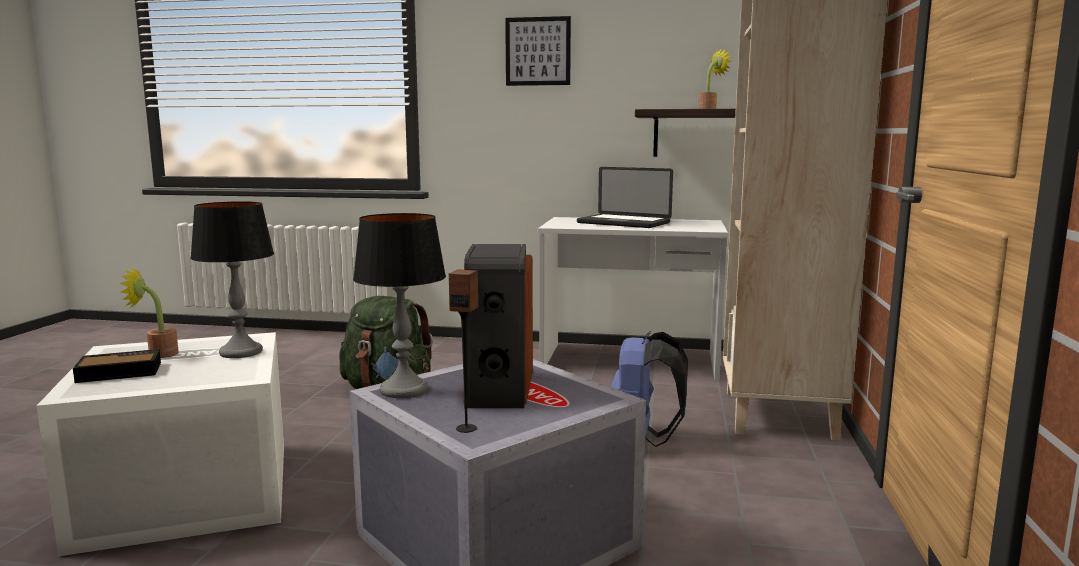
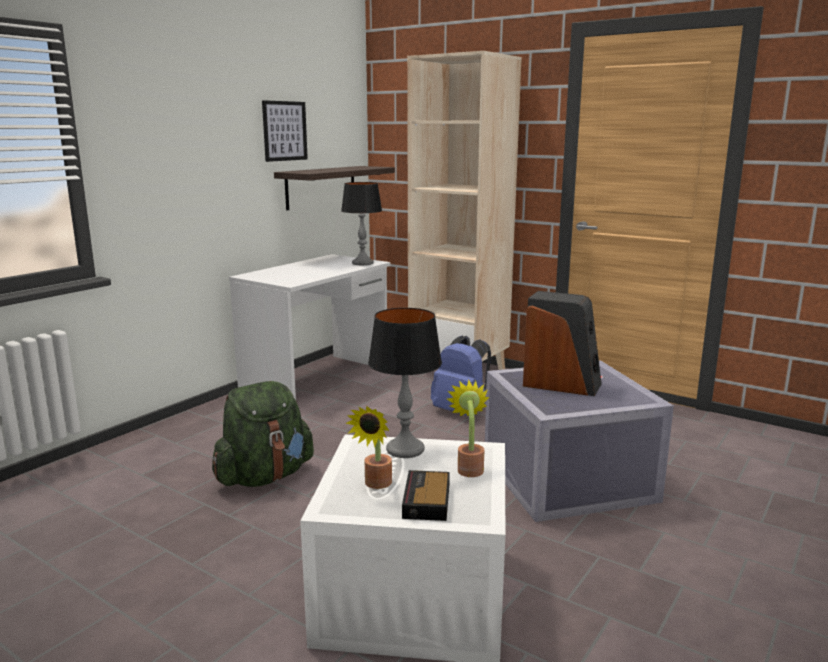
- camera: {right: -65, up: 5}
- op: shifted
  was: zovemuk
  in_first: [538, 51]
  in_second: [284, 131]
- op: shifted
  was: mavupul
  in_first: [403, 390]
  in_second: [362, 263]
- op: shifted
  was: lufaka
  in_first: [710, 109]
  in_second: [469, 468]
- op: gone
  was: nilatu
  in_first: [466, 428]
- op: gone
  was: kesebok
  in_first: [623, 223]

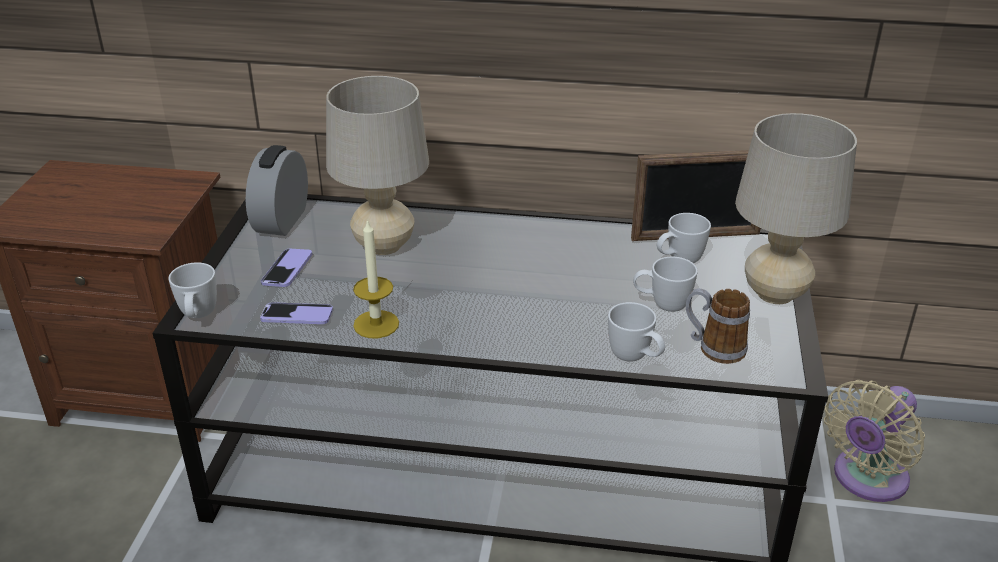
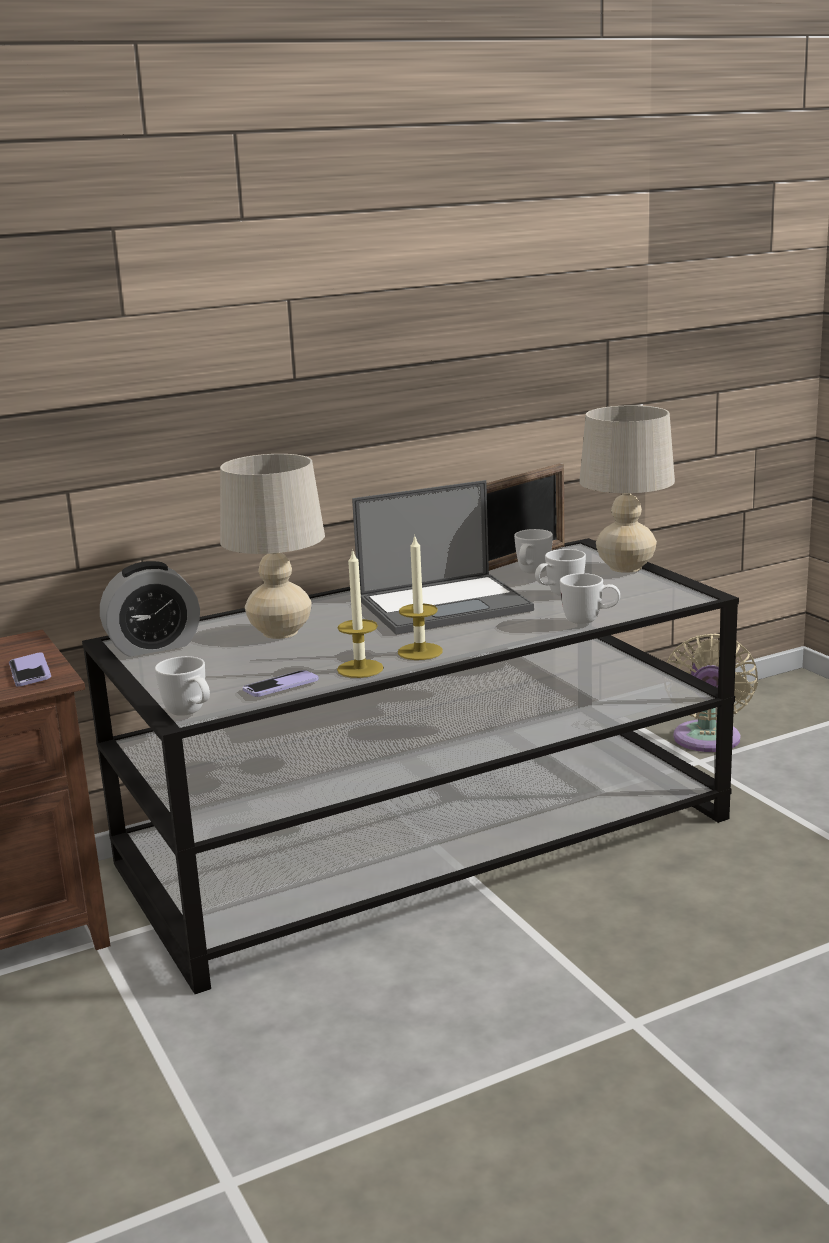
- camera: {right: -35, up: -15}
- op: shifted
  was: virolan
  in_first: [287, 269]
  in_second: [30, 672]
- op: rotated
  was: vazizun
  in_first: [281, 220]
  in_second: [154, 646]
  clockwise: -90
- op: new
  now: kesebok
  in_second: [446, 604]
- op: new
  now: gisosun
  in_second: [420, 651]
- op: gone
  was: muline
  in_first: [713, 347]

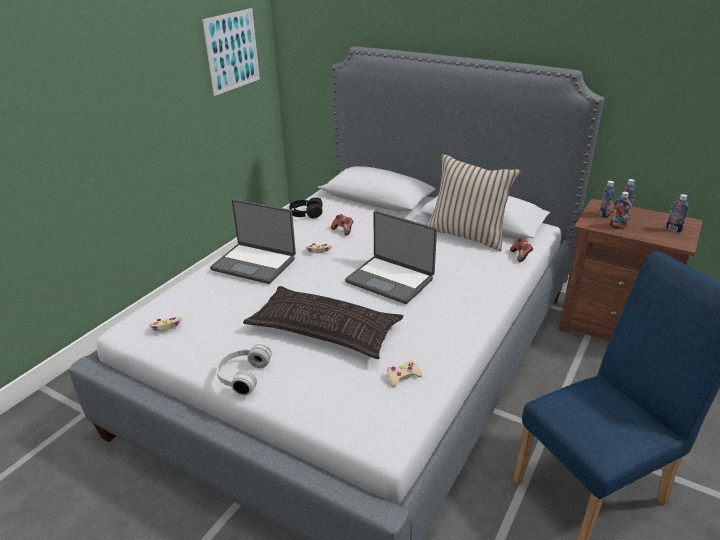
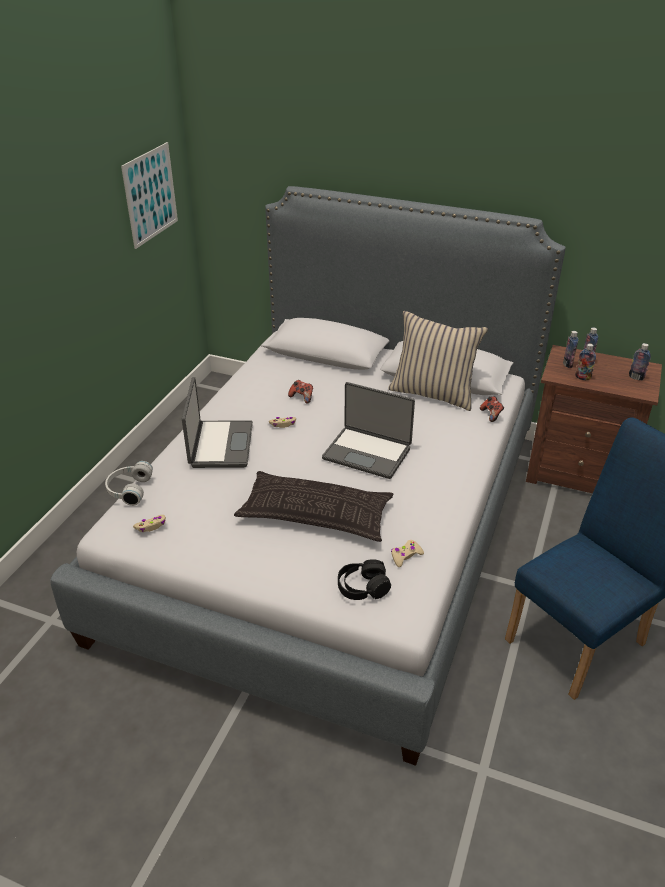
- camera: {right: -10, up: 5}
- op: shifted
  was: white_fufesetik
  in_first: [242, 375]
  in_second: [128, 489]
- op: rotated
  was: kesebok
  in_first: [255, 263]
  in_second: [220, 445]
  clockwise: -105
- op: shifted
  was: black_fufesetik
  in_first: [306, 214]
  in_second: [362, 587]

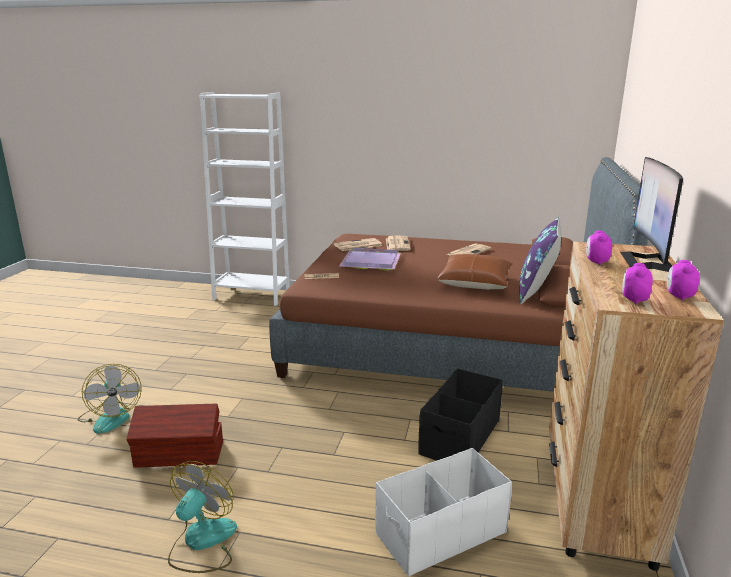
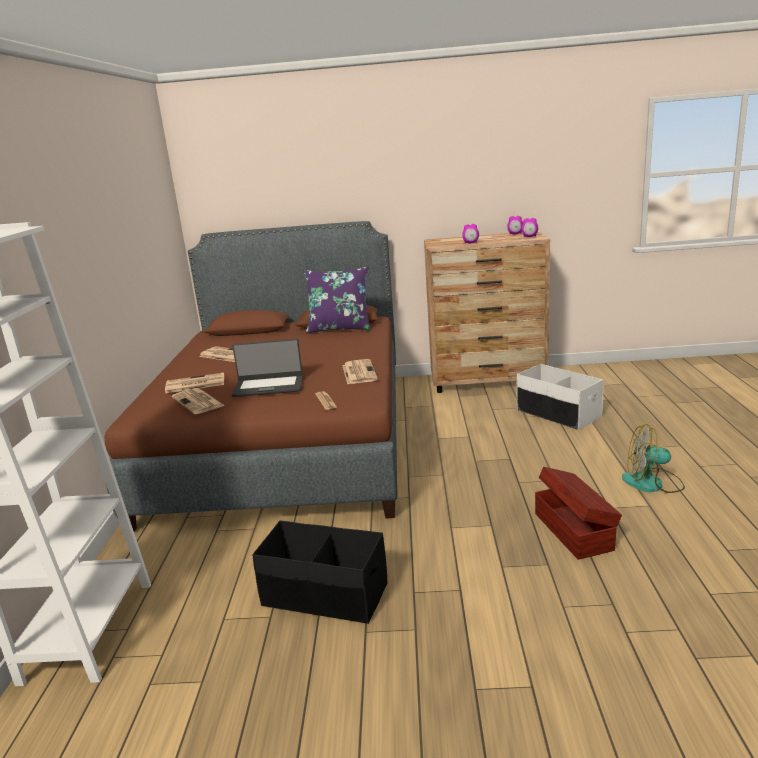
- camera: {right: -100, up: 0}
- op: swapped
  was: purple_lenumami
  now: kesebok
  in_first: [371, 262]
  in_second: [268, 386]
- op: shifted
  was: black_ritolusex
  in_first: [459, 437]
  in_second: [325, 595]
- op: new
  now: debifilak
  in_second: [358, 372]
- op: gone
  was: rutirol
  in_first: [111, 417]
- op: gone
  was: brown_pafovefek
  in_first: [475, 282]
- op: gone
  was: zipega
  in_first: [648, 262]

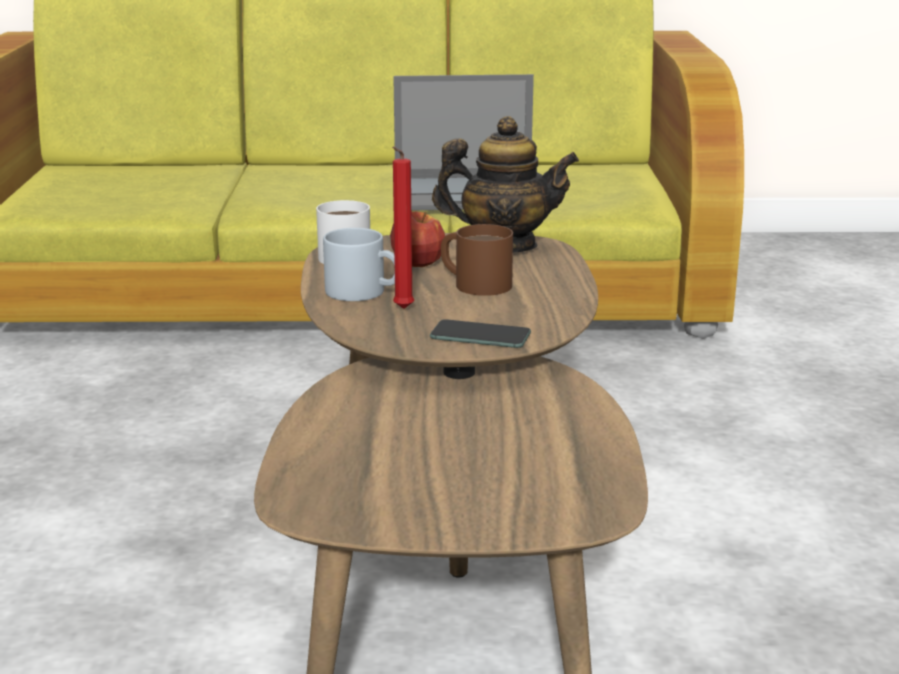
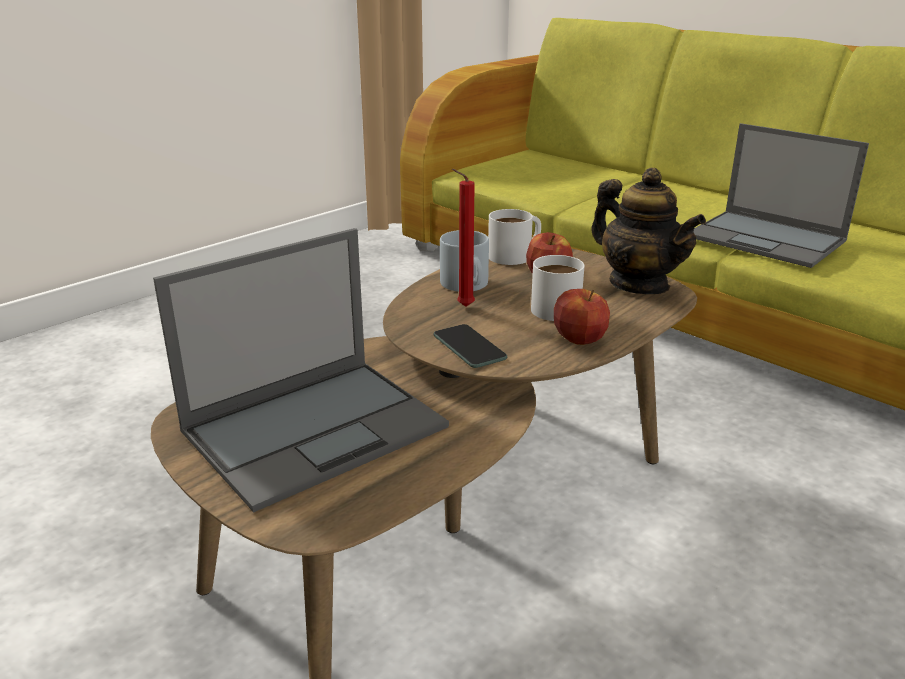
- camera: {right: 45, up: 5}
- op: new
  now: kesebok
  in_second: [317, 428]
- op: repainted
  was: brown_muline
  now: white_muline
  in_first: [474, 283]
  in_second: [553, 305]
- op: new
  now: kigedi
  in_second: [579, 339]

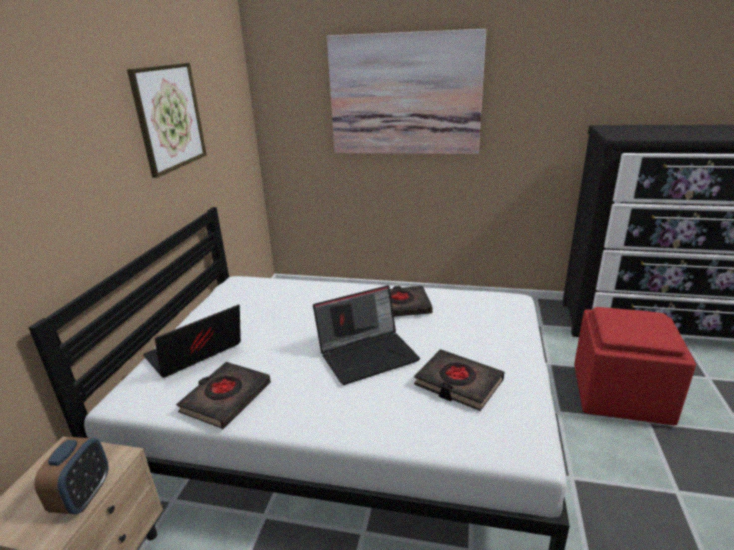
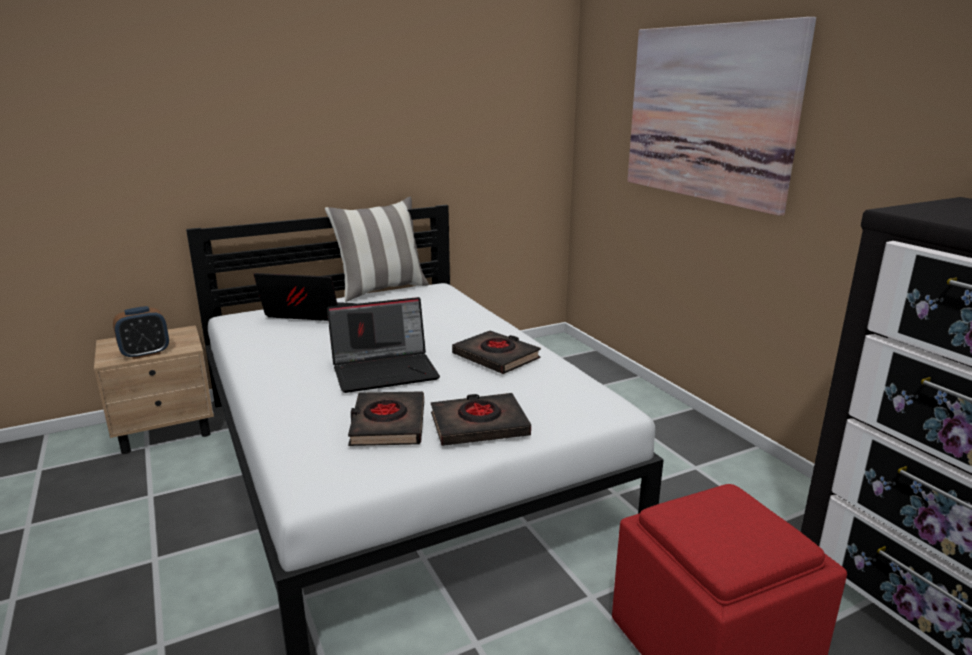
- camera: {right: 50, up: -5}
- op: new
  now: pafovefek
  in_second: [381, 290]
- op: rotated
  was: kesebok
  in_first: [368, 354]
  in_second: [386, 370]
  clockwise: -45
- op: shifted
  was: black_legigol
  in_first: [226, 398]
  in_second: [479, 425]
- op: gone
  was: zovemuk
  in_first: [169, 117]

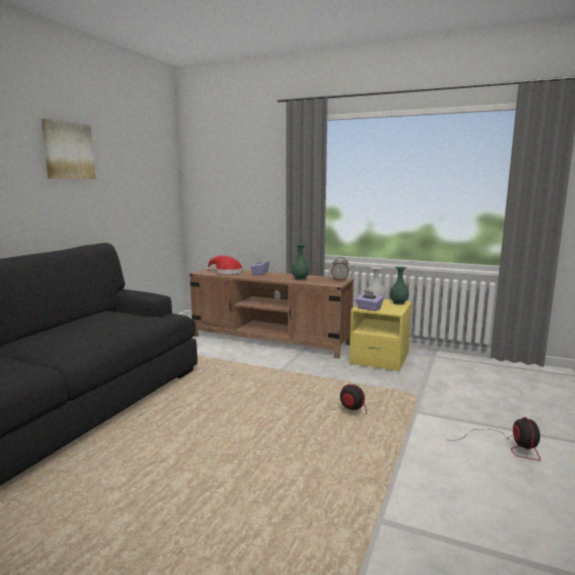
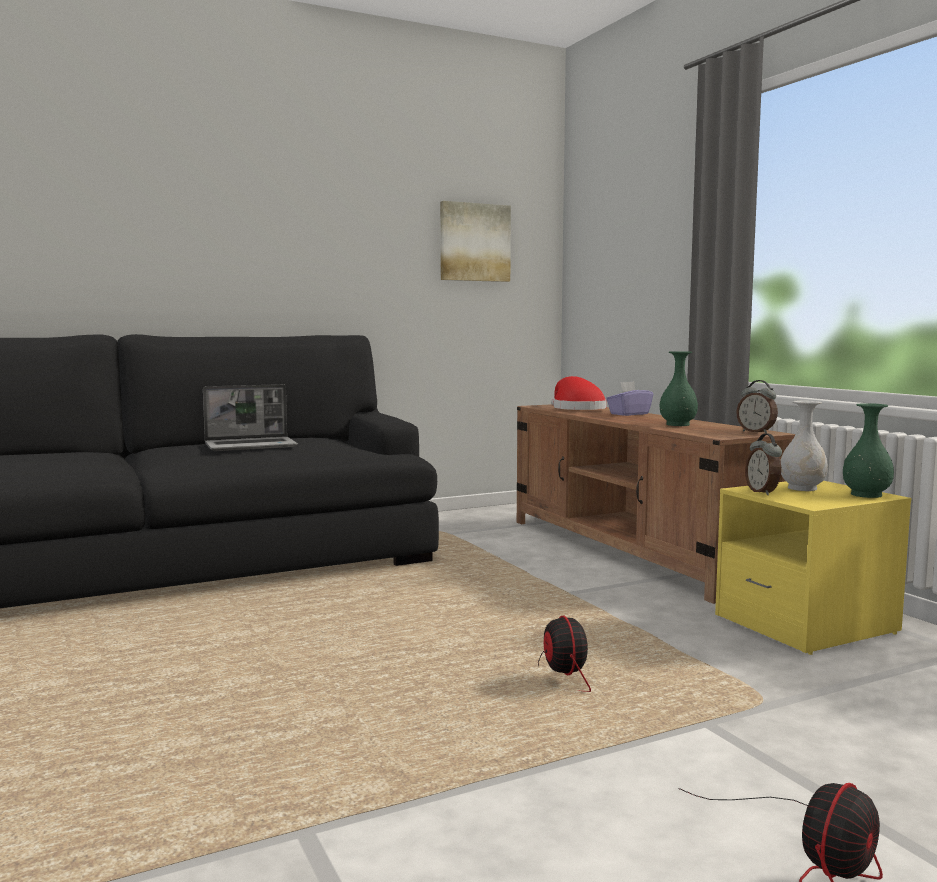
- camera: {right: 40, up: -5}
- op: new
  now: kesebok
  in_second: [252, 446]
- op: shifted
  was: zovemuk
  in_first: [68, 151]
  in_second: [474, 242]
- op: swapped
  was: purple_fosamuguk
  now: vazizun
  in_first: [368, 308]
  in_second: [763, 492]

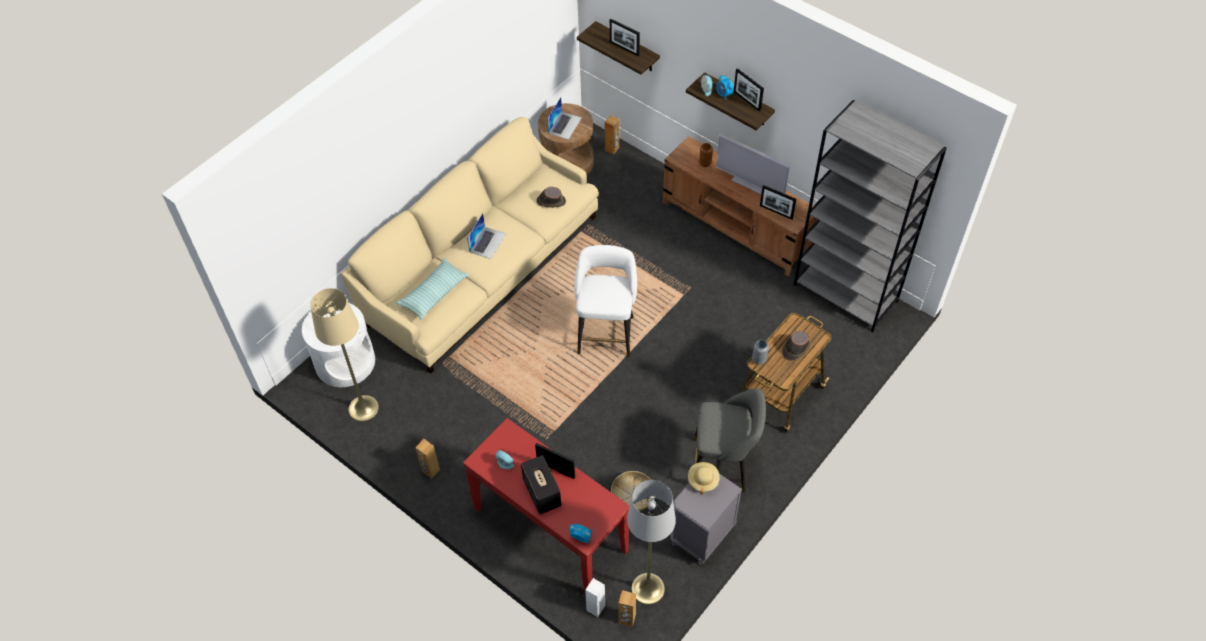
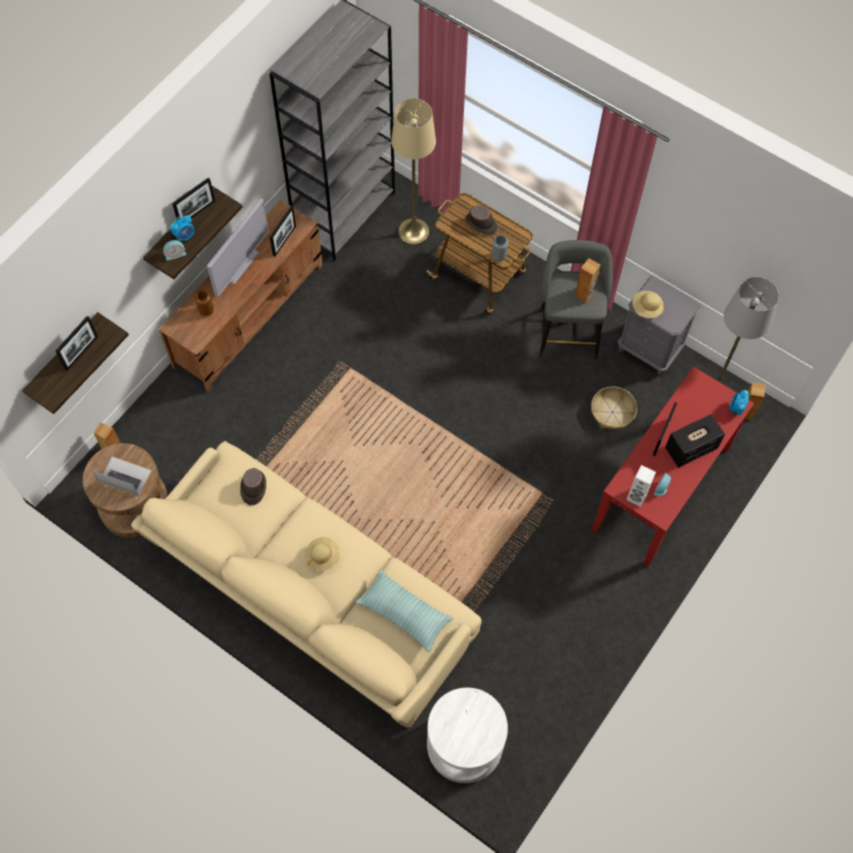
- camera: {right: -95, up: 10}
- op: swapped
  was: kesebok
  now: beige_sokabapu
  in_first: [487, 242]
  in_second: [323, 556]
- op: shifted
  was: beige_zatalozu
  in_first: [363, 408]
  in_second: [413, 231]
- op: shifted
  was: brown_nilatu
  in_first: [430, 470]
  in_second: [584, 295]
- op: shifted
  was: white_nilatu
  in_first: [595, 608]
  in_second: [636, 497]
- op: gone
  was: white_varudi
  in_first: [606, 331]

